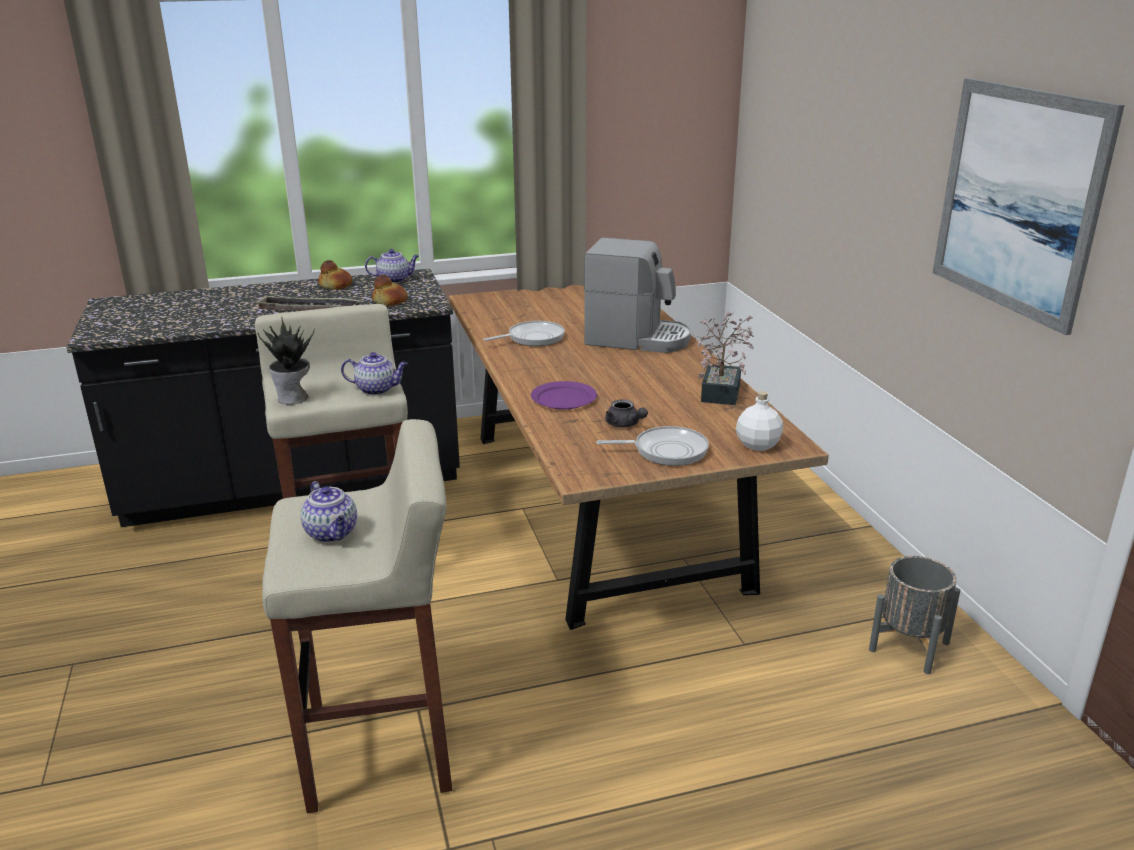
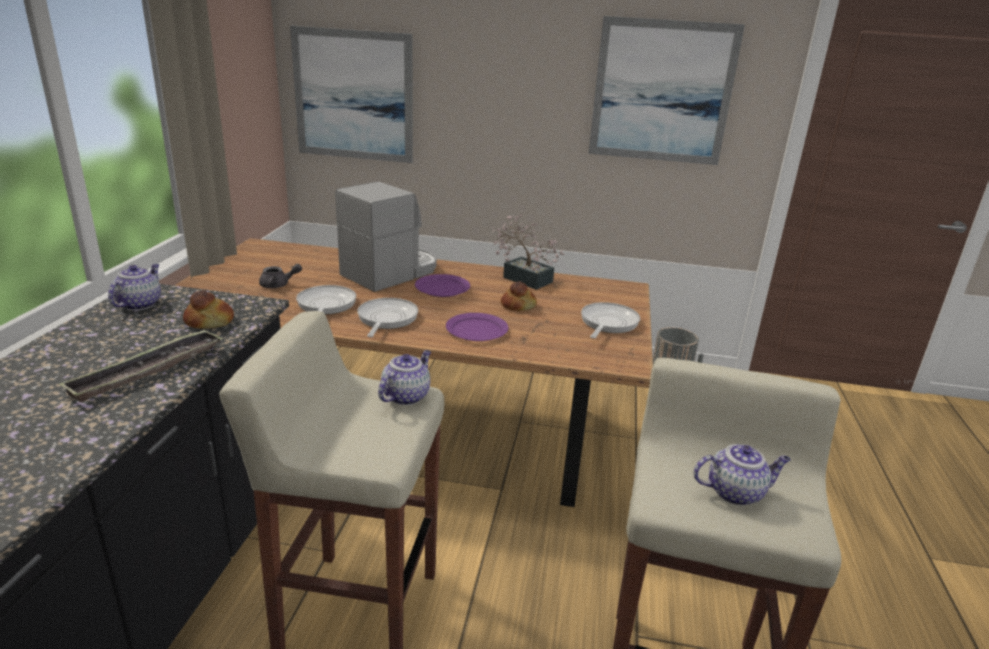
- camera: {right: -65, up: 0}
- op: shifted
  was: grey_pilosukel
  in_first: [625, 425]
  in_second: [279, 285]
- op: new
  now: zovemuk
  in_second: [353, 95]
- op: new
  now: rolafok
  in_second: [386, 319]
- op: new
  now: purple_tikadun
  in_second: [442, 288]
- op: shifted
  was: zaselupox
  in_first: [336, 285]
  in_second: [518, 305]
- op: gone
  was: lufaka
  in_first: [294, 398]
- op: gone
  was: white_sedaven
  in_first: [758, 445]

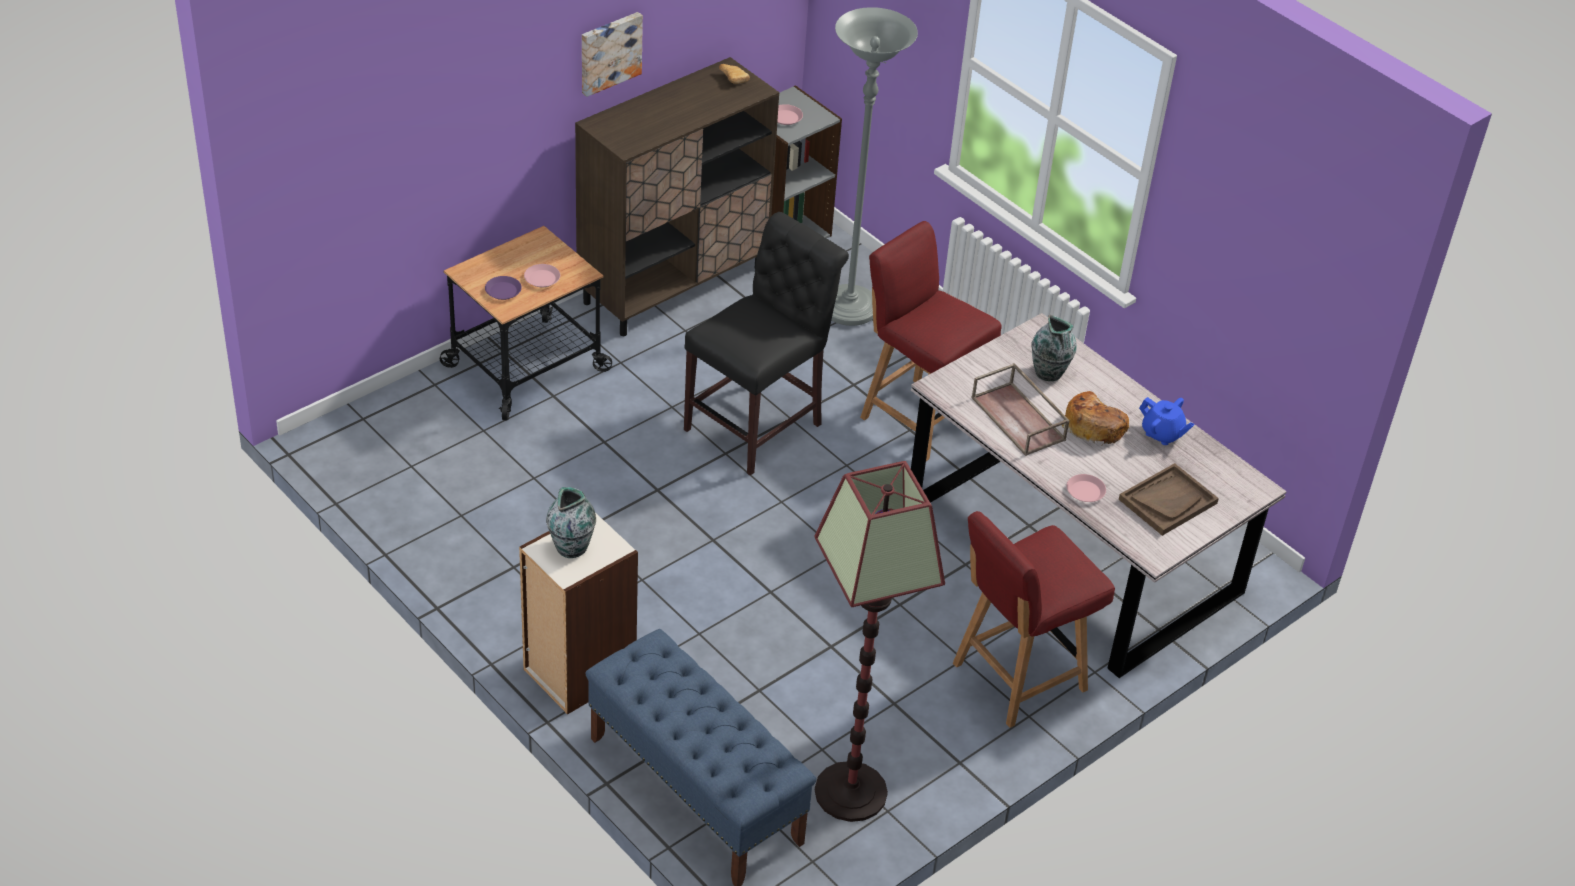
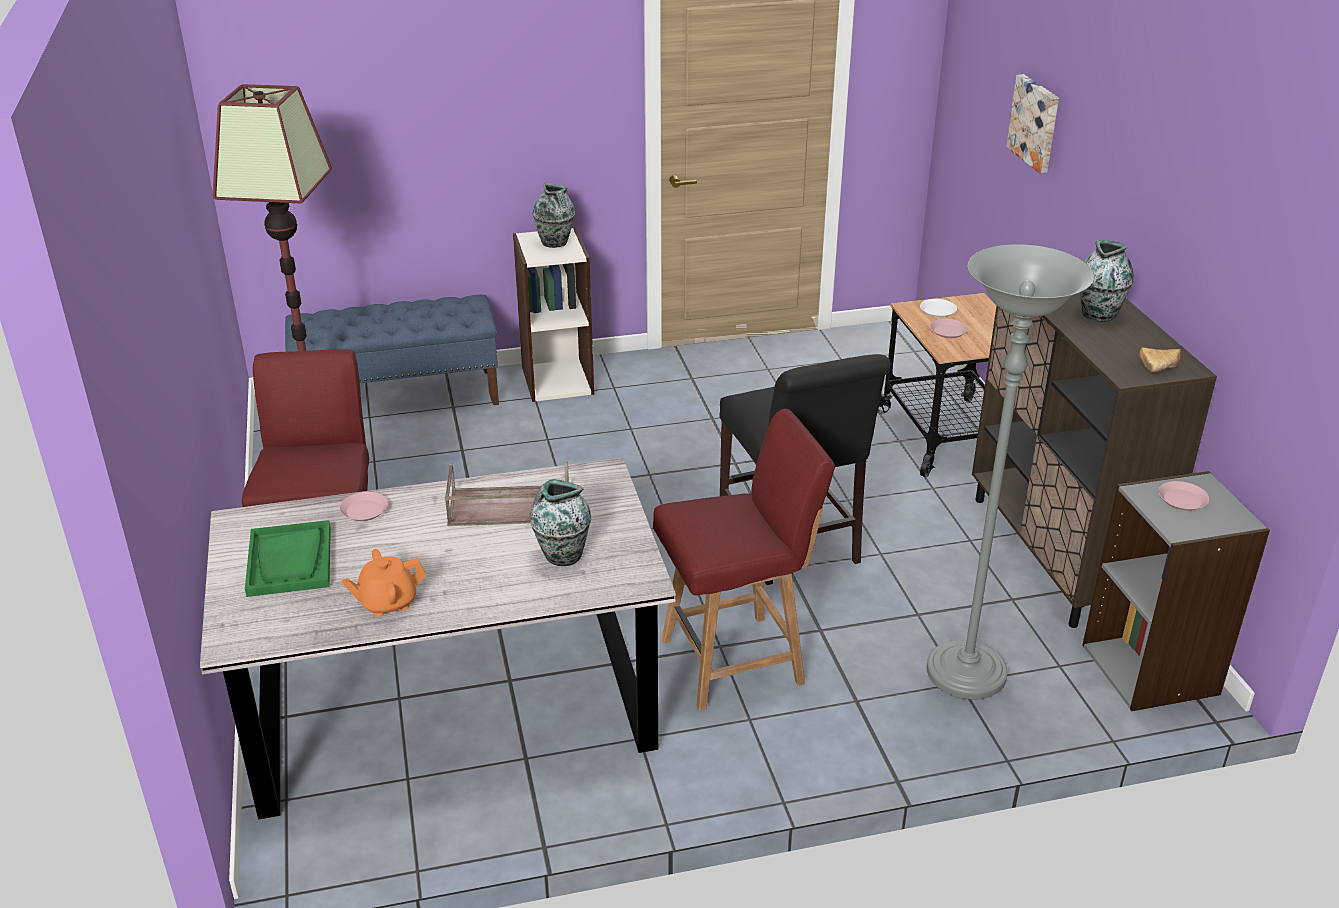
- camera: {right: 120, up: -10}
- op: repainted
  was: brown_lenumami
  now: green_lenumami
  in_first: [1167, 501]
  in_second: [290, 561]
- op: repainted
  was: blue_pilosukel
  now: orange_pilosukel
  in_first: [1162, 434]
  in_second: [387, 602]
- op: repainted
  was: purple_tikadun
  now: white_tikadun
  in_first: [503, 291]
  in_second: [938, 311]
- op: shifted
  was: zovemuk
  in_first: [609, 52]
  in_second: [1036, 122]
- op: new
  now: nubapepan
  in_second: [1098, 314]
- op: gone
  was: zaselupox
  in_first: [1094, 425]

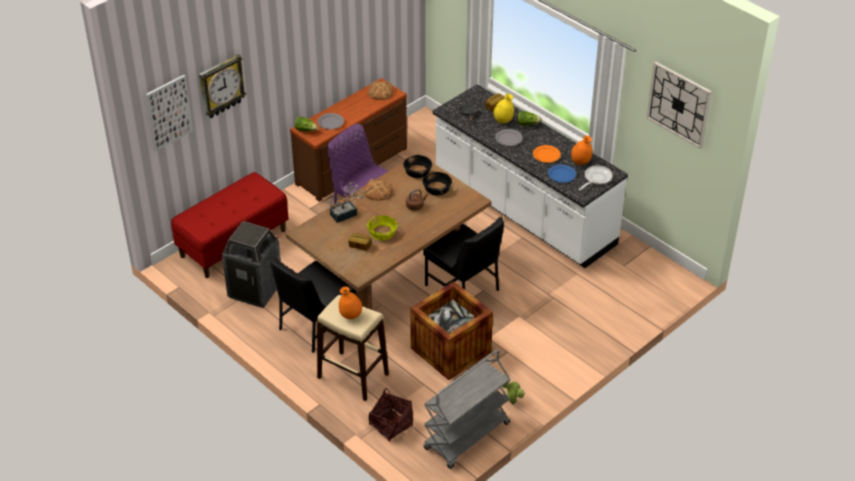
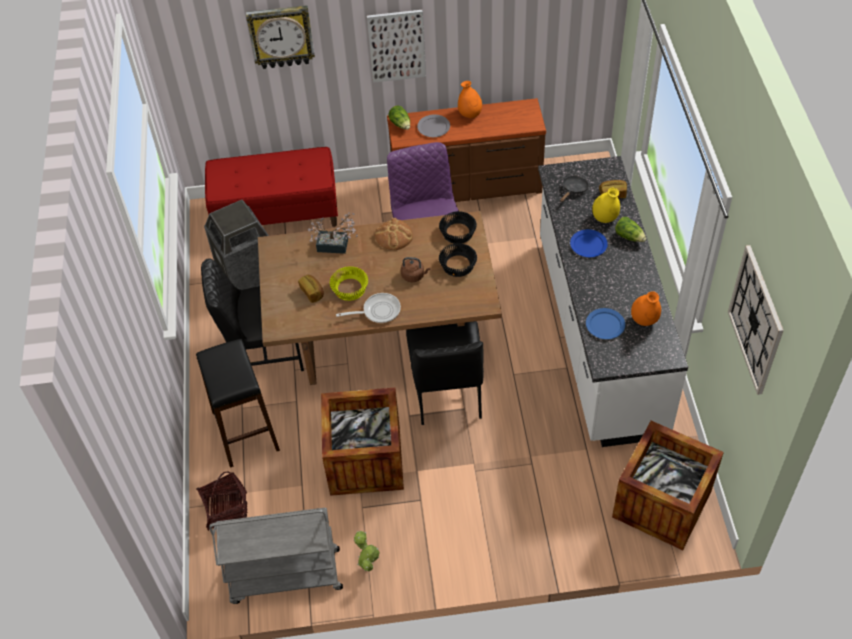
- camera: {right: 40, up: 10}
- op: repainted
  was: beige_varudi
  now: black_varudi
  in_first: [352, 376]
  in_second: [245, 430]
- op: shifted
  was: rolafok
  in_first: [596, 178]
  in_second: [378, 311]
- op: shifted
  was: zovemuk
  in_first: [169, 112]
  in_second: [396, 45]
- op: shifted
  was: orange_nubapepan
  in_first: [350, 315]
  in_second: [470, 114]
- op: repainted
  was: grey_tikadun
  now: blue_tikadun
  in_first: [508, 138]
  in_second: [588, 244]
- op: new
  now: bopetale
  in_second: [662, 503]
- op: gone
  was: zaselupox
  in_first: [380, 92]
- op: gone
  was: orange_tikadun
  in_first: [546, 155]

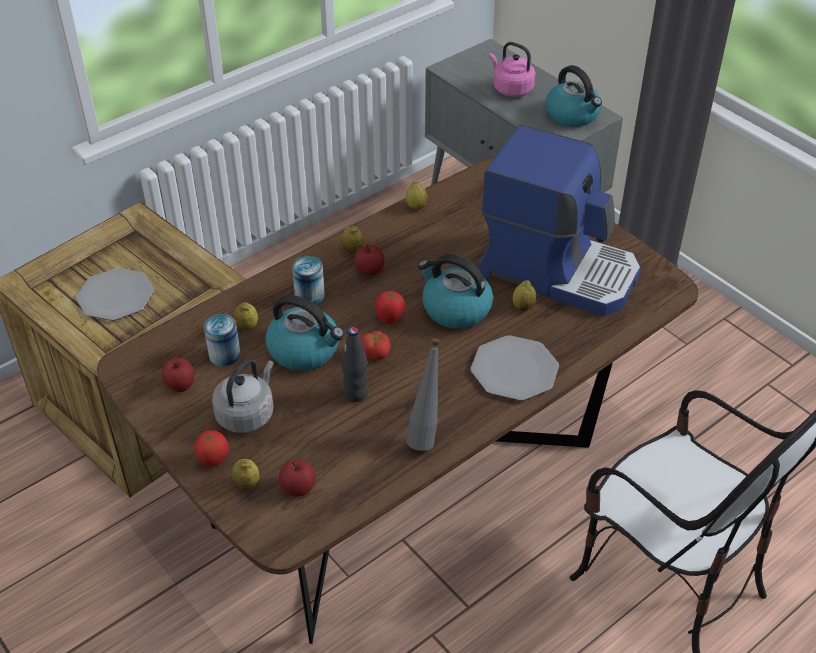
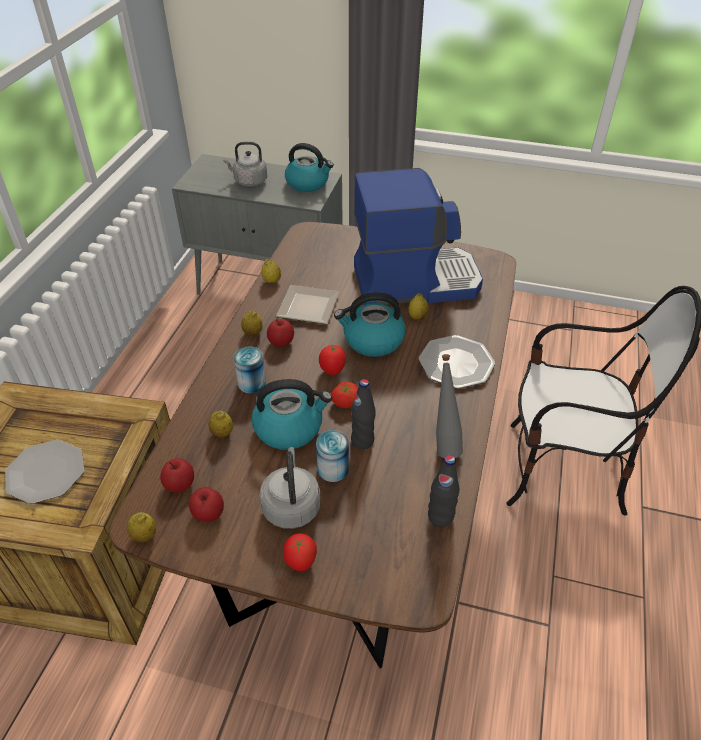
- camera: {right: -35, up: 0}
- op: shifted
  was: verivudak
  in_first: [246, 484]
  in_second: [144, 536]
- op: shifted
  was: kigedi
  in_first: [298, 488]
  in_second: [179, 484]
- op: repainted
  was: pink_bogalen
  now: grey_bogalen
  in_first: [511, 89]
  in_second: [249, 181]
- op: new
  now: tikadun
  in_second: [307, 306]
- op: shifted
  was: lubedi
  in_first: [224, 354]
  in_second: [333, 469]
- op: new
  now: black_sedaven
  in_second: [440, 516]

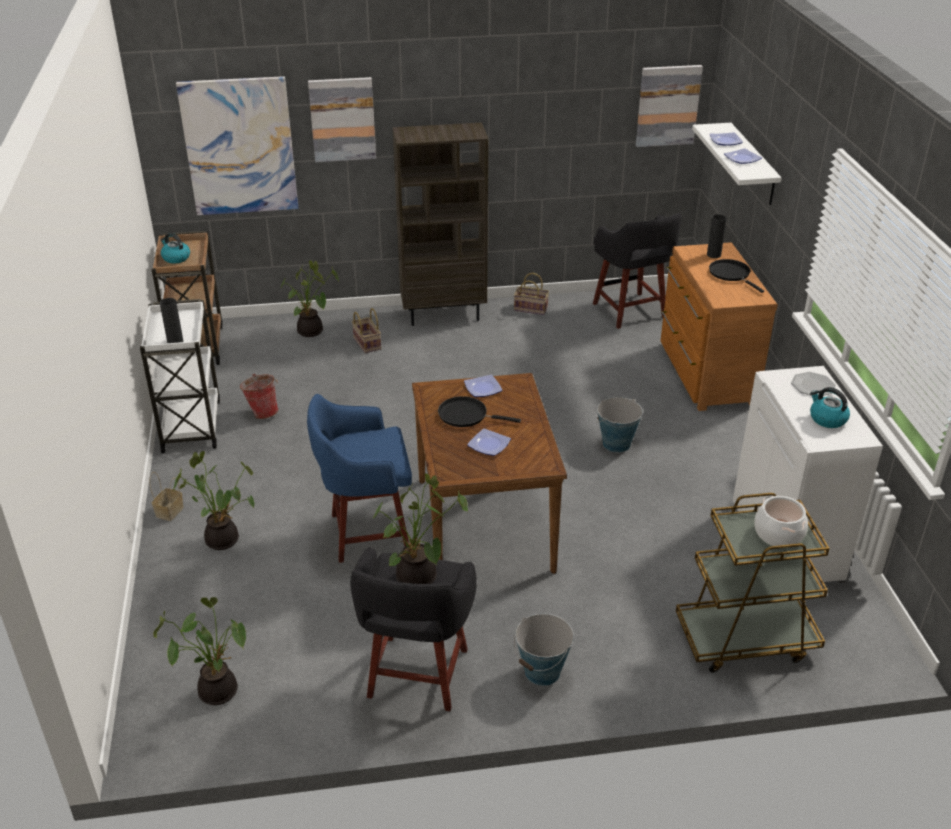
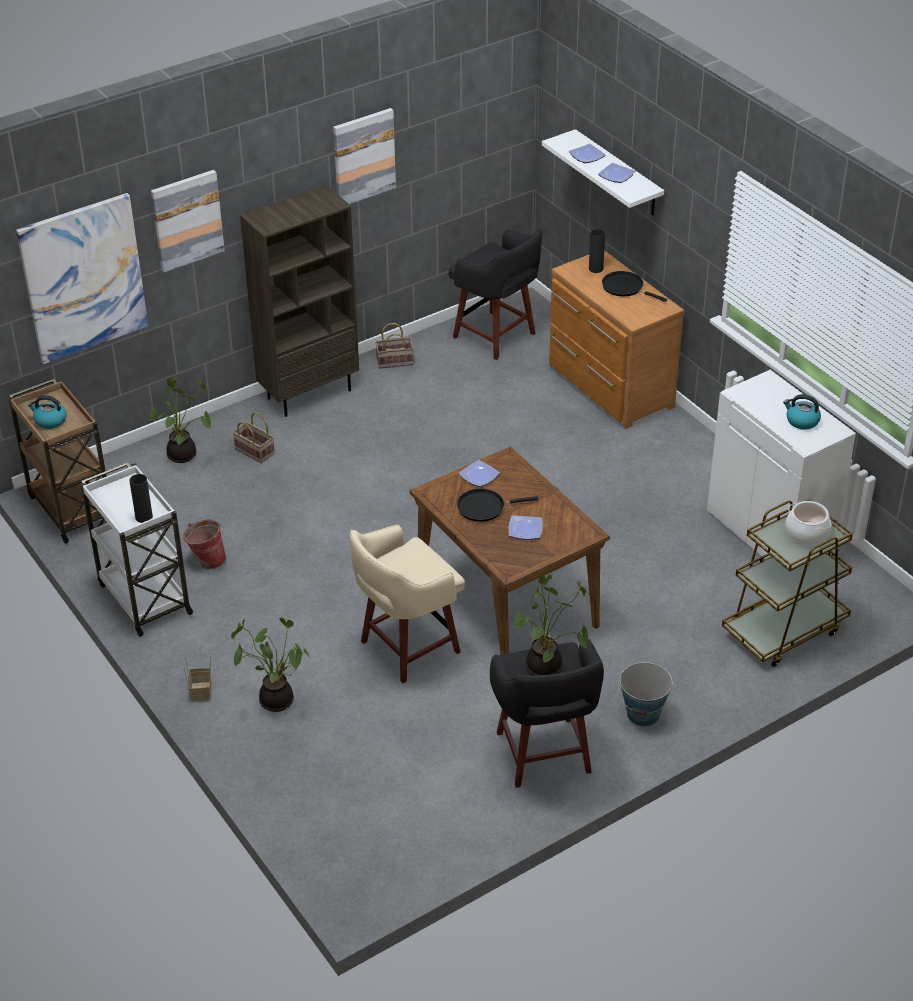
- camera: {right: -25, up: 5}
- op: shifted
  was: zovemuk
  in_first: [667, 105]
  in_second: [363, 156]
- op: repainted
  was: blue_varudi
  now: beige_varudi
  in_first: [366, 533]
  in_second: [407, 648]
- op: gone
  was: lufaka
  in_first: [217, 689]
- op: gone
  was: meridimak
  in_first: [616, 444]
- op: gone
  was: tikadun
  in_first: [813, 385]

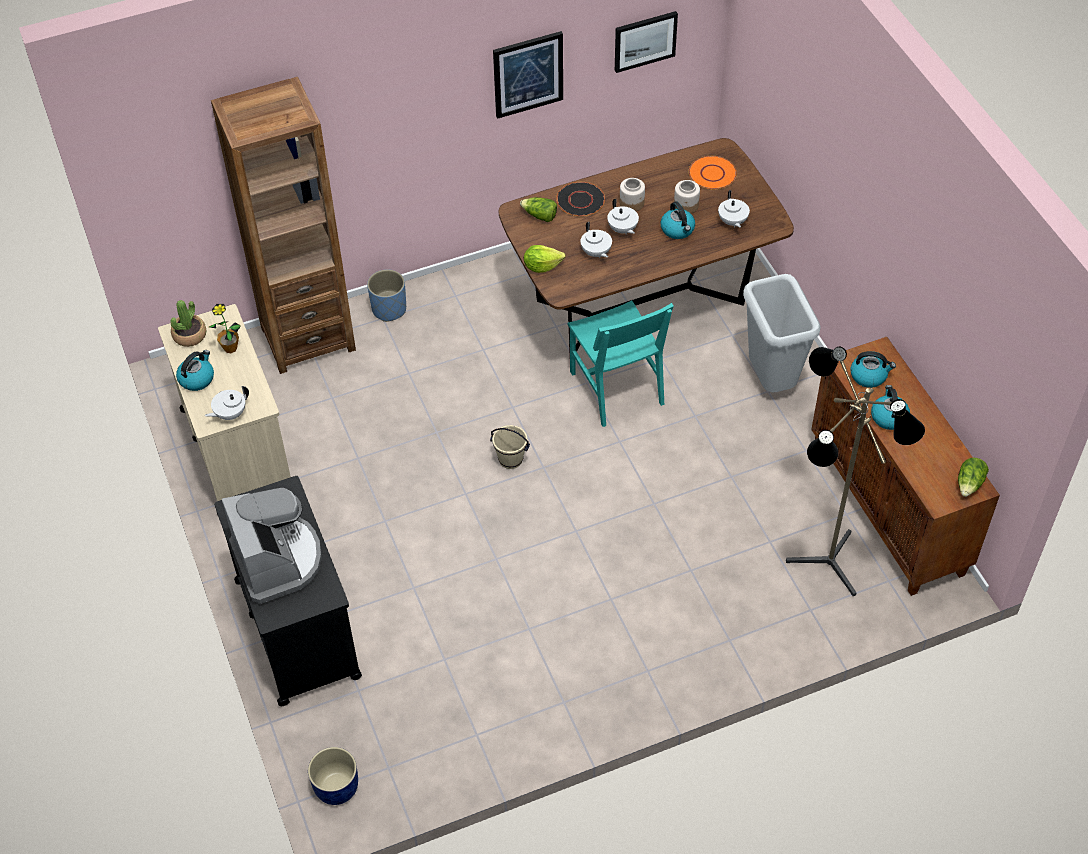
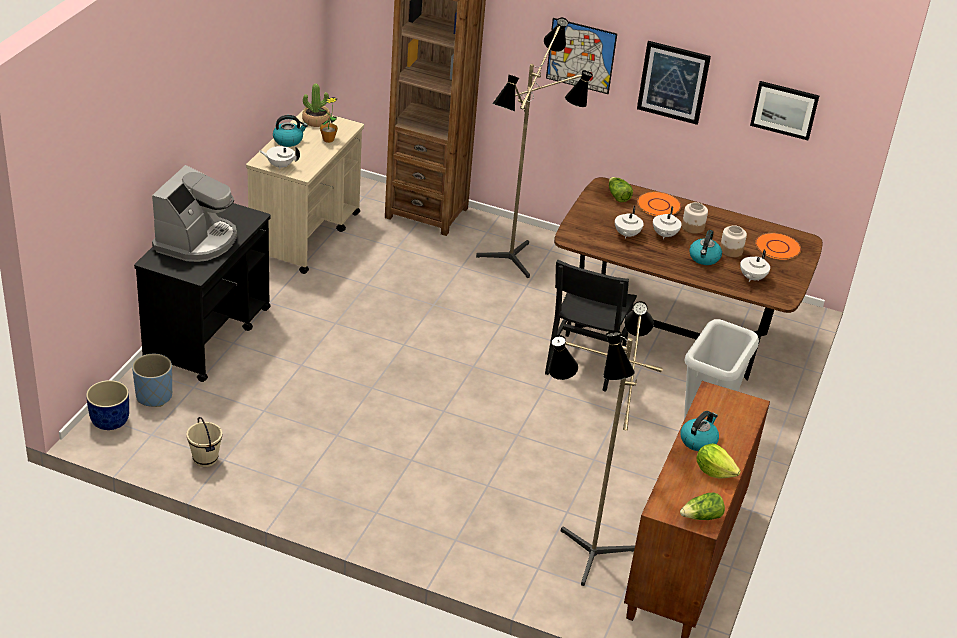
- camera: {right: 40, up: -15}
- op: shifted
  was: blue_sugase
  in_first: [389, 309]
  in_second: [154, 396]
- op: shifted
  was: beige_meridimak
  in_first: [510, 460]
  in_second: [205, 459]
- op: new
  now: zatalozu
  in_second: [517, 261]
- op: repainted
  was: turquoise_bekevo
  now: black_bekevo
  in_first: [616, 388]
  in_second: [585, 361]
- op: new
  now: zovemuk
  in_second: [581, 56]
- op: repainted
  was: black_tikadun
  now: orange_tikadun
  in_first: [581, 200]
  in_second: [659, 205]
- op: shifted
  was: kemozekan
  in_first: [542, 266]
  in_second: [714, 471]
- op: gone
  was: bogalen
  in_first: [869, 376]

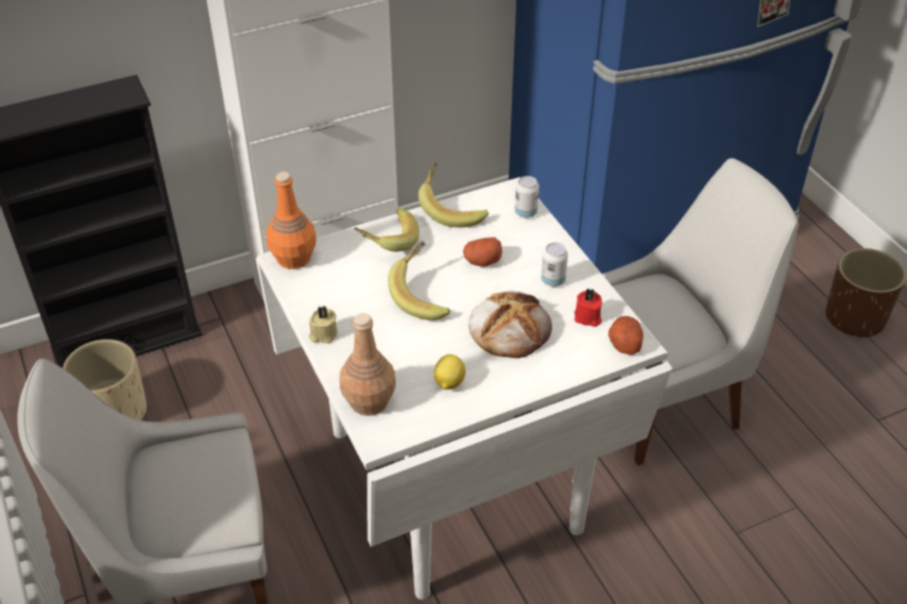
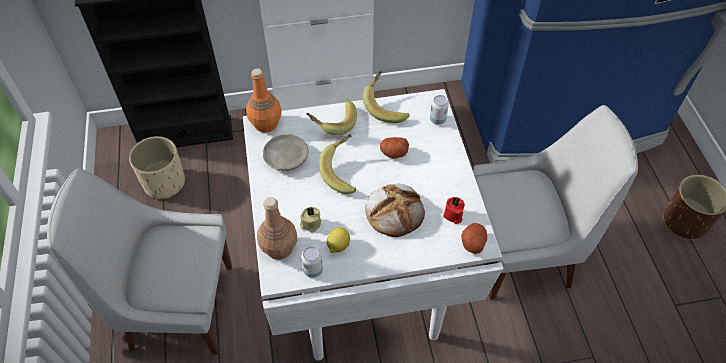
- camera: {right: 15, up: 10}
- op: new
  now: beige_tikadun
  in_second: [285, 157]
- op: shifted
  was: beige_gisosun
  in_first: [323, 334]
  in_second: [310, 224]
- op: shifted
  was: lubedi
  in_first: [553, 280]
  in_second: [313, 270]

